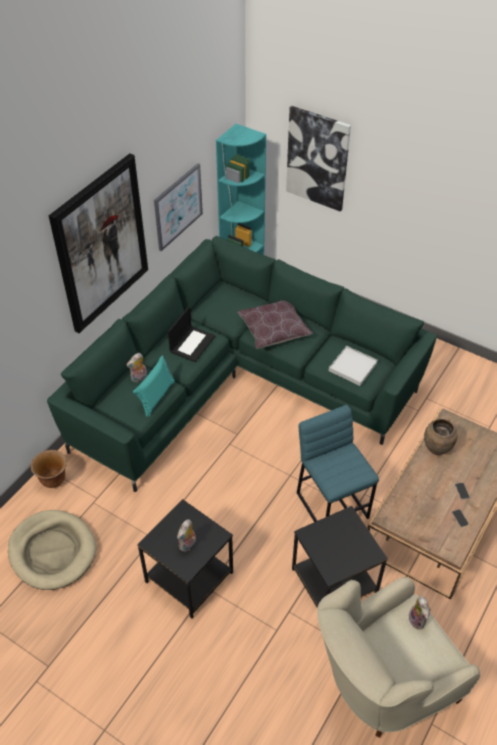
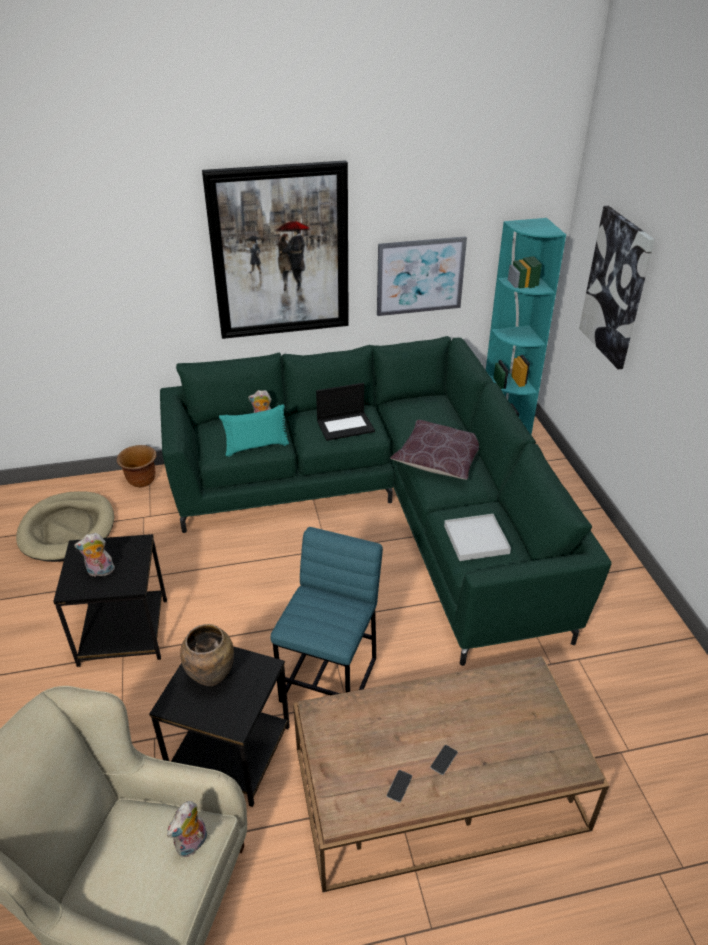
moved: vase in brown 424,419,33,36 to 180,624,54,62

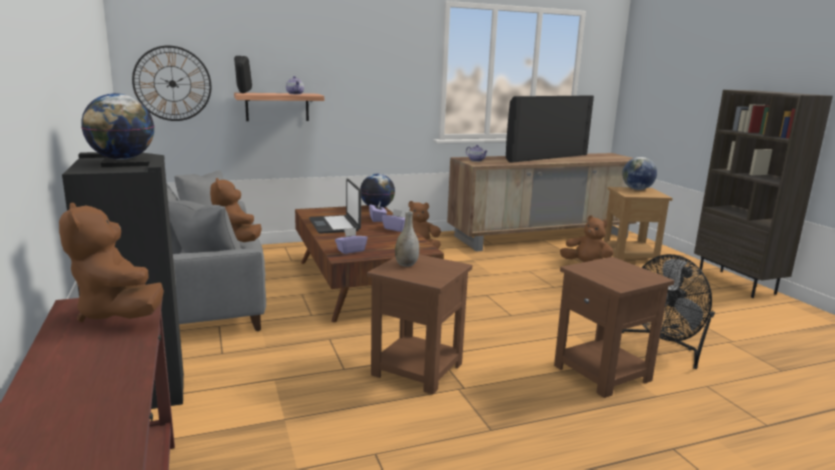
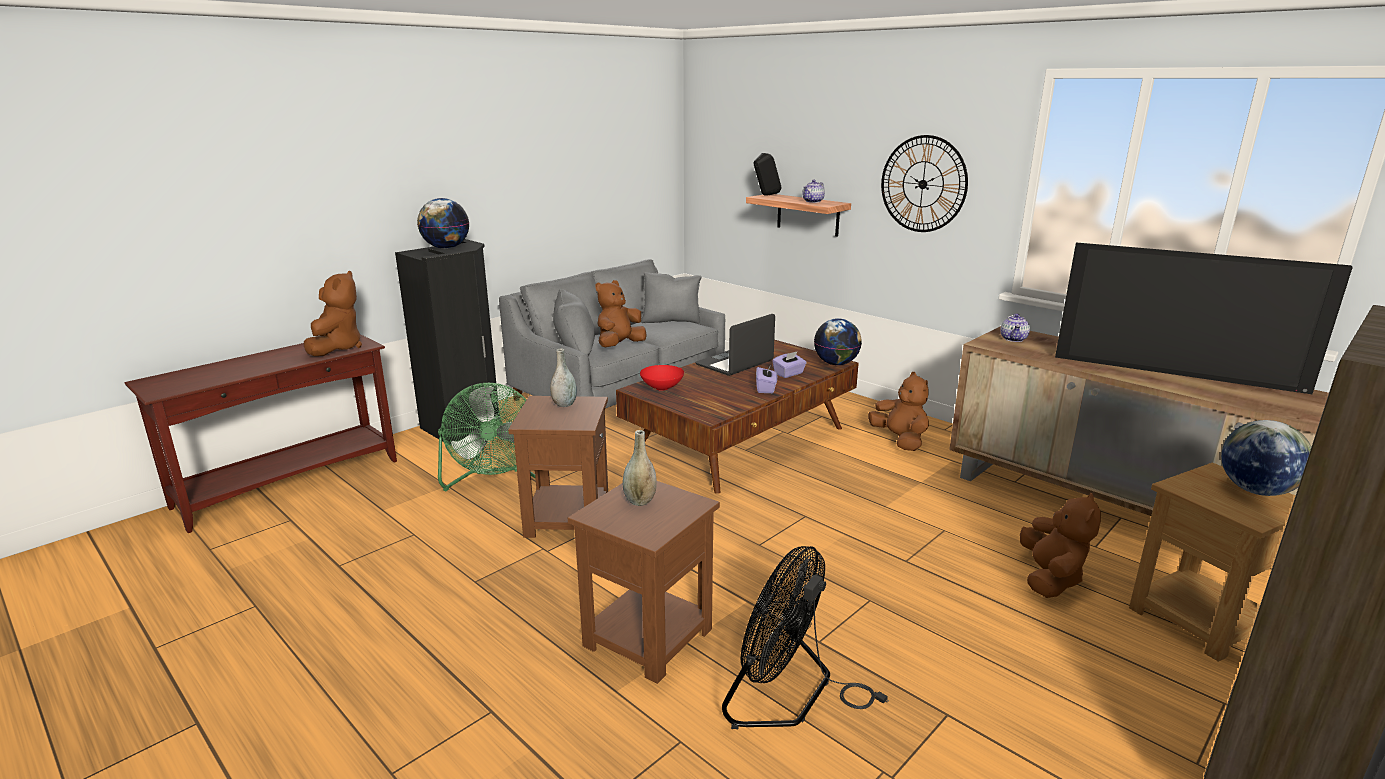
added: fan in green 438,383,97,109; vase in grey 622,430,35,76
moved: wall clock 132,46,79,75 to 881,135,87,97
replaced: tissue box in purple 335,228,33,26 to bowl in red 640,365,44,26
turned: plush toy in brown 59,203,105,119 = 304,271,58,85 150 degrees clockwise

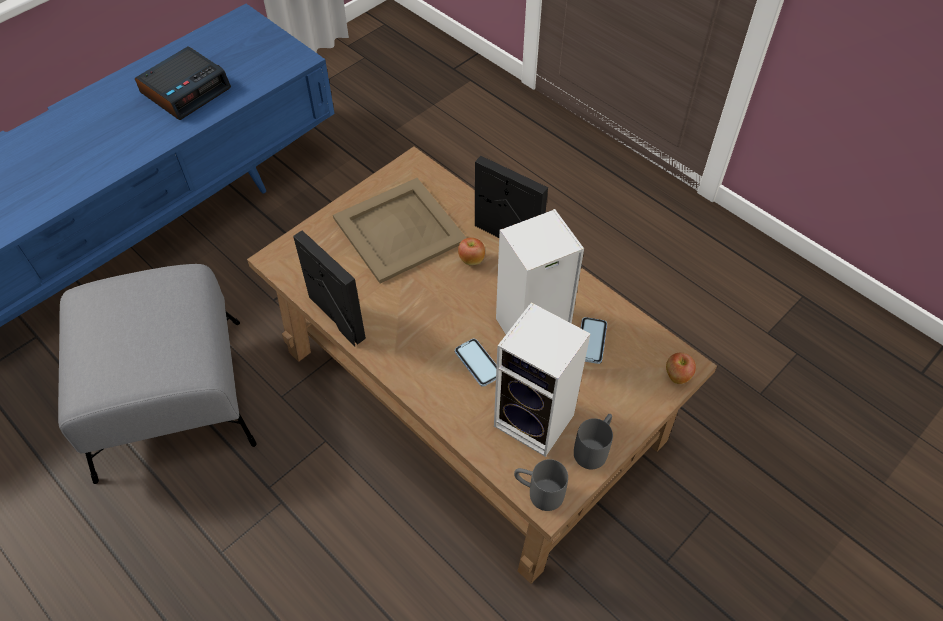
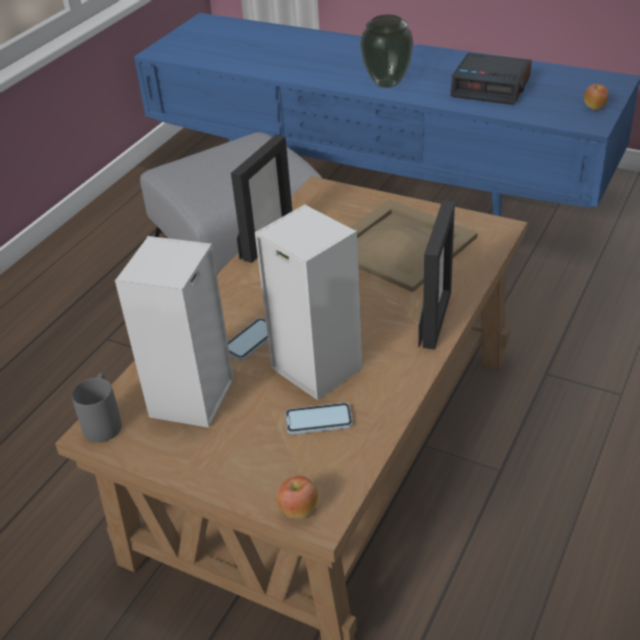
removed: mug in grey 574,414,39,55
added: vase 360,15,54,73
moved: apple 458,237,27,28 to 584,84,25,26

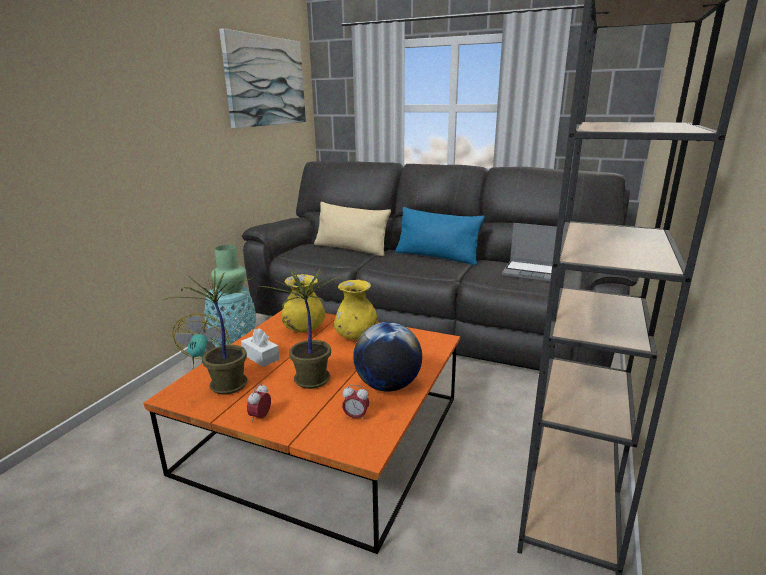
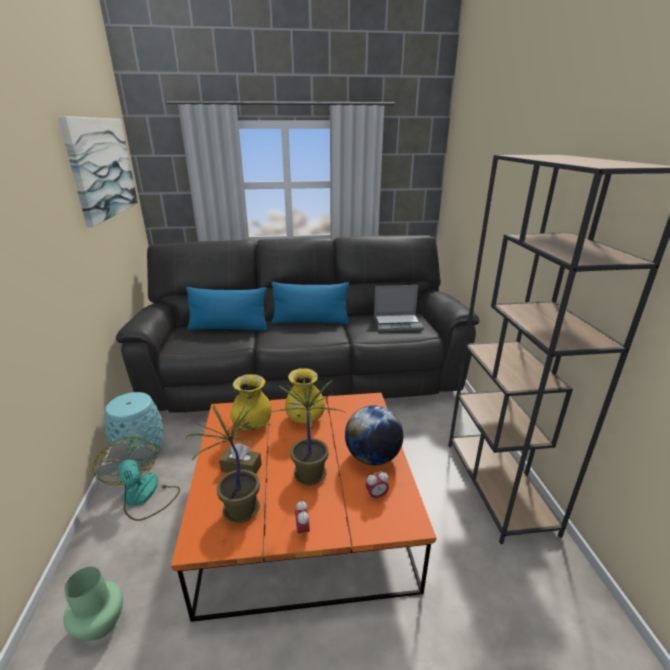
moved: vase in green 211,245,35,49 to 63,567,60,74
recoloured: tissue box in white 241,328,39,39 to tissue box in brown 219,443,42,31; pillow in beige 314,202,77,54 to pillow in blue 186,287,82,44

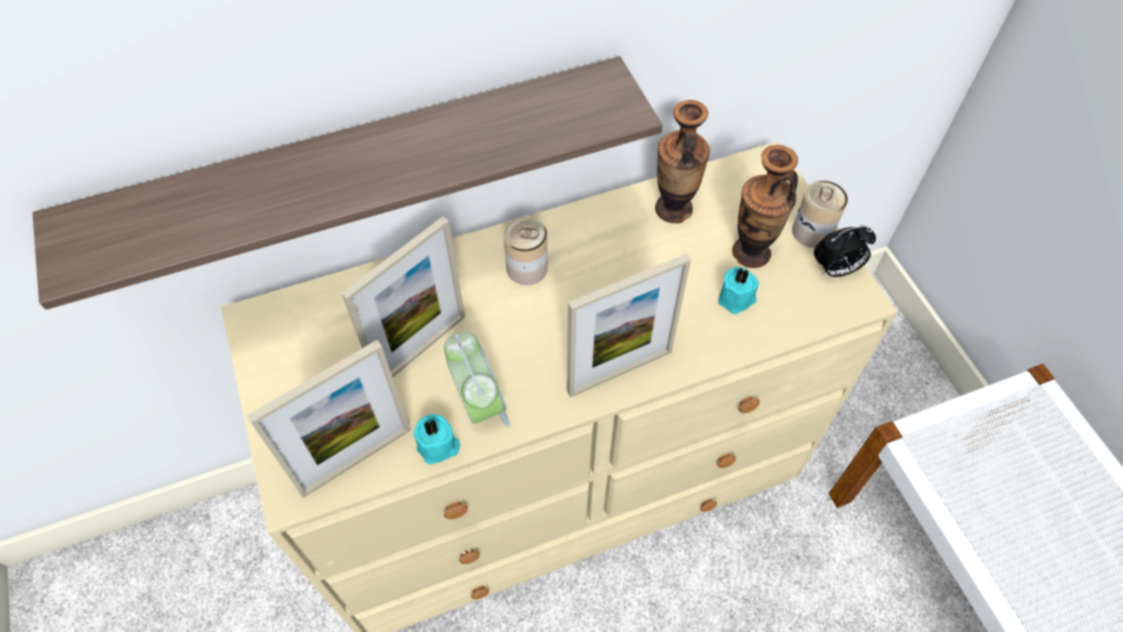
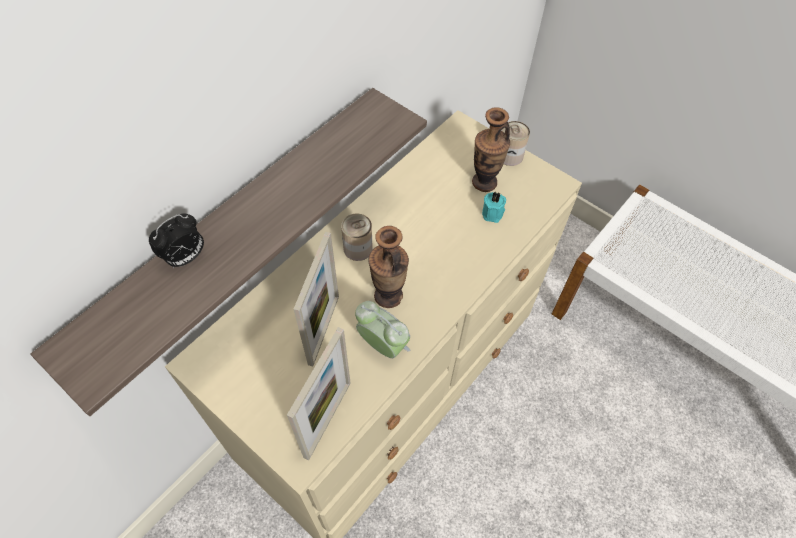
removed: candle in turquoise 413,414,47,51; picture frame 567,253,124,144
moved: vase 655,100,55,123 to 368,226,41,82; alarm clock 814,225,62,52 to 149,213,55,56

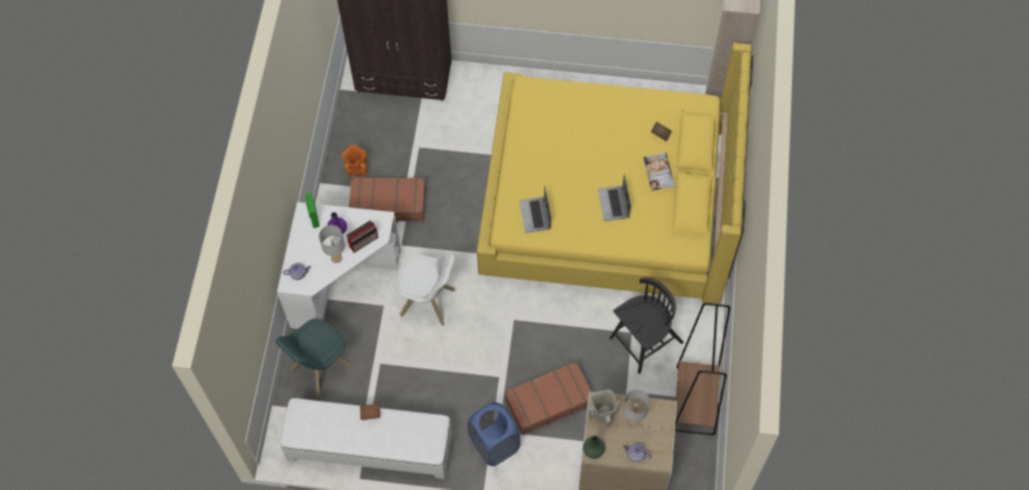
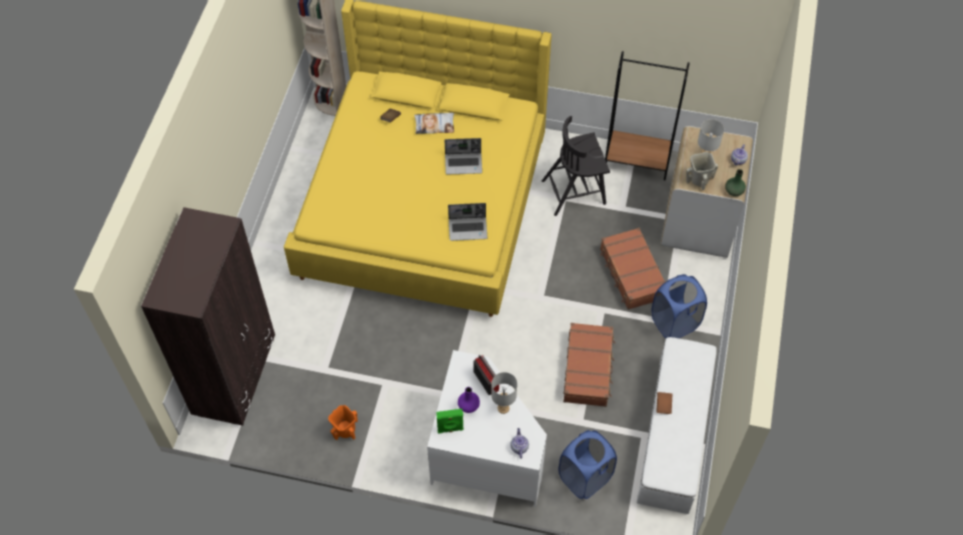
removed: chair in white 396,254,59,72
moved: suitcase in brown 349,177,77,46 to 563,323,52,84
replaced: chair in turquoise 276,319,77,78 to laundry basket in blue 558,430,59,69
turned: chair in black 610,277,74,97 = 542,116,68,100 75 degrees counterclockwise

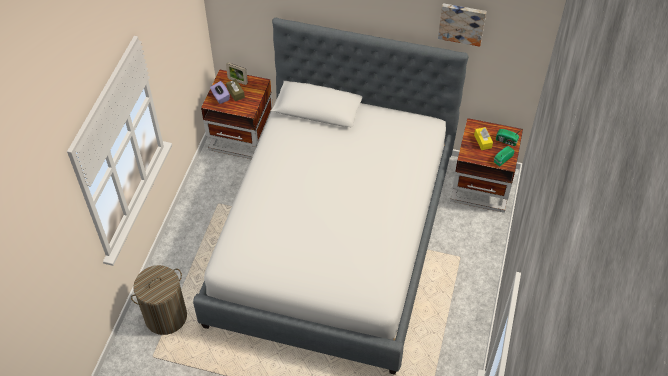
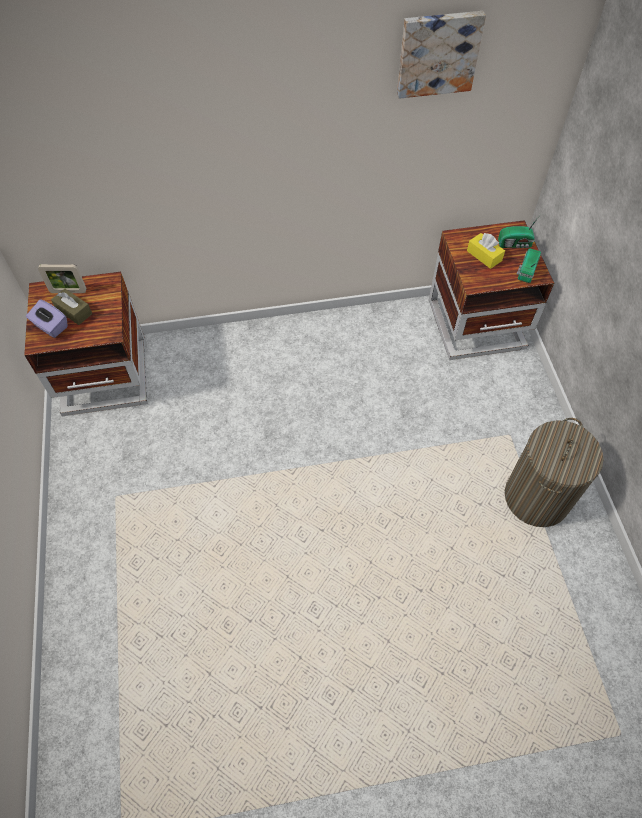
removed: bed 193,18,275,357
moved: laundry basket 131,265,56,70 to 505,418,99,109

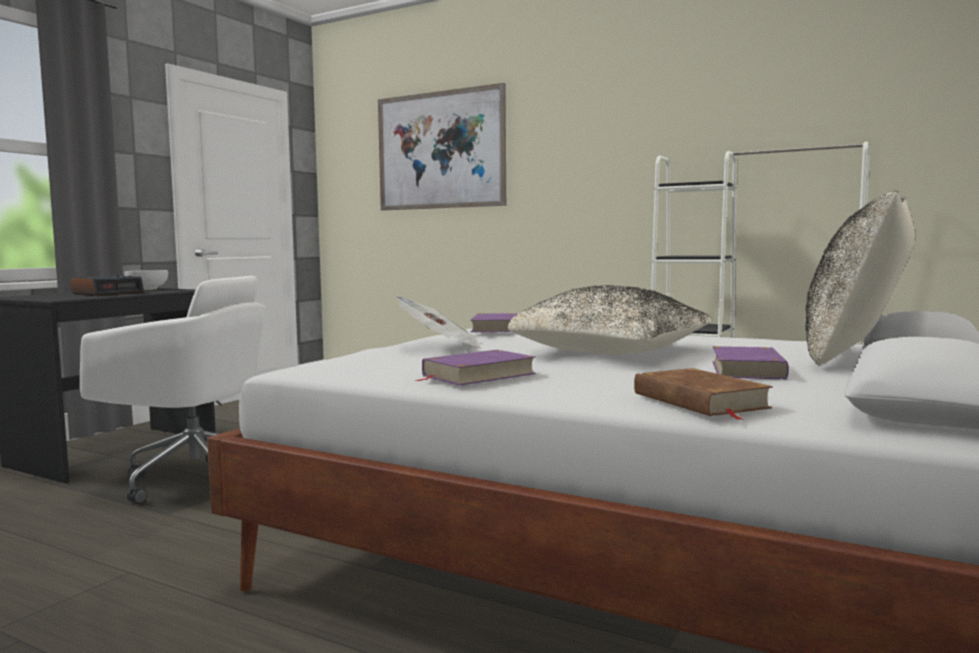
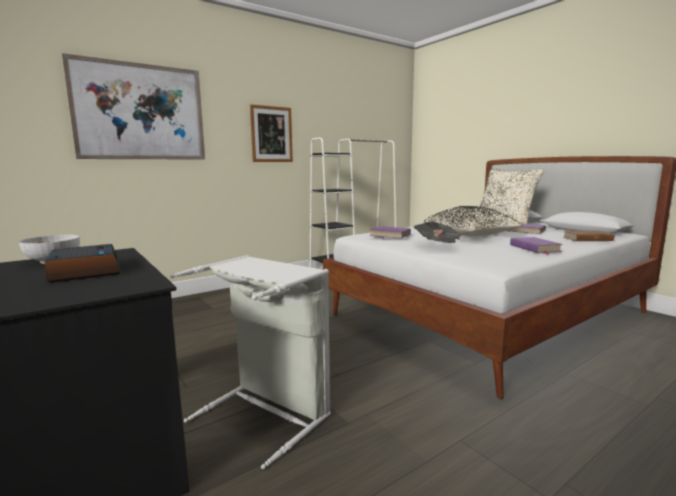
added: picture 250,104,43,58
replaced: office chair in white 80,276,186,228 to laundry basket in grey 170,255,161,214

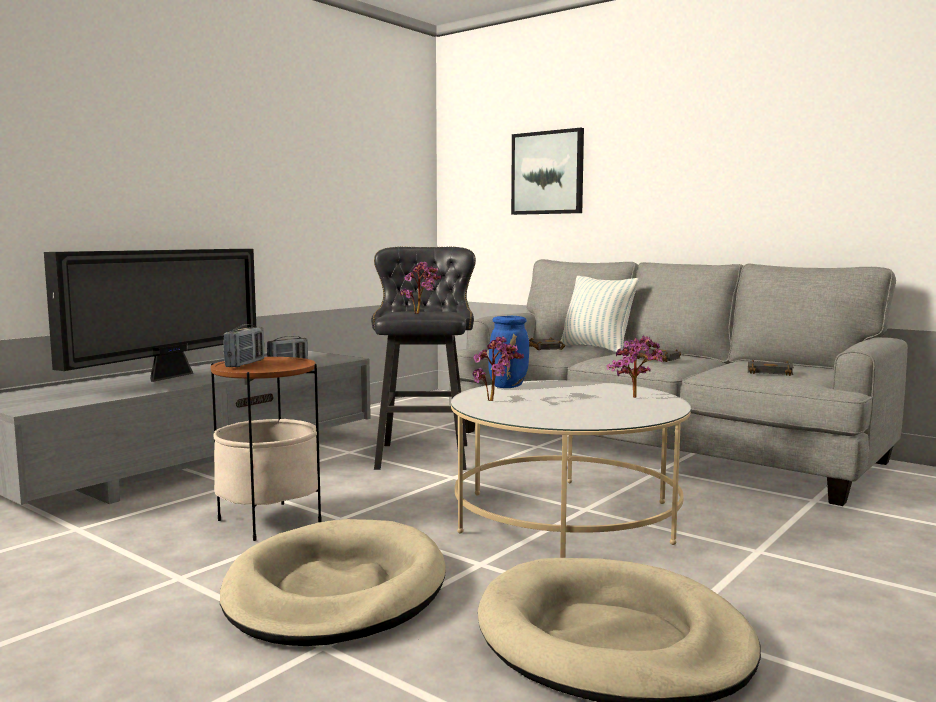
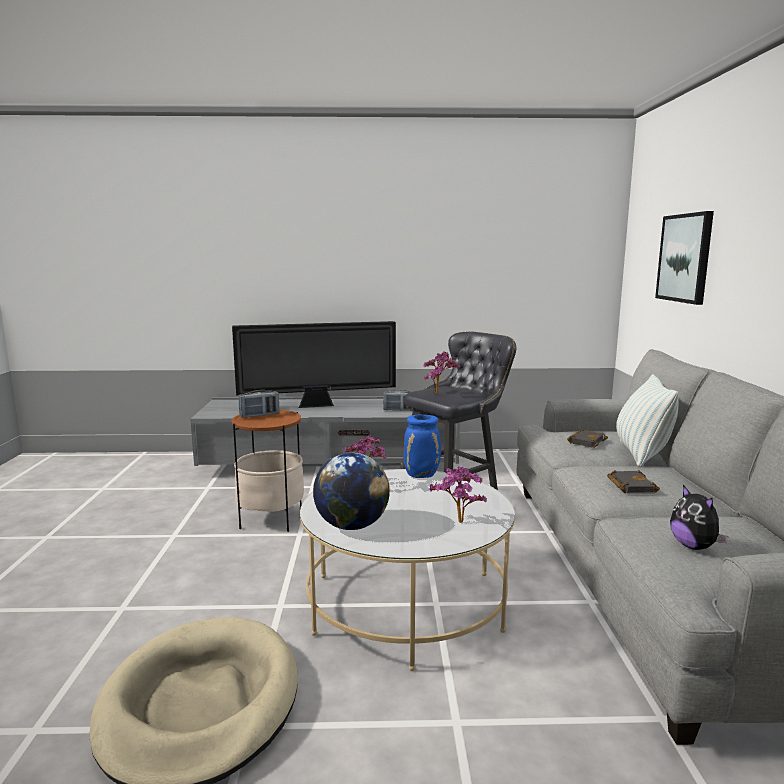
removed: dog bed in beige 220,519,226,127
added: globe 313,453,77,77
replaced: book in black 748,360,46,16 to plush toy 670,485,59,65

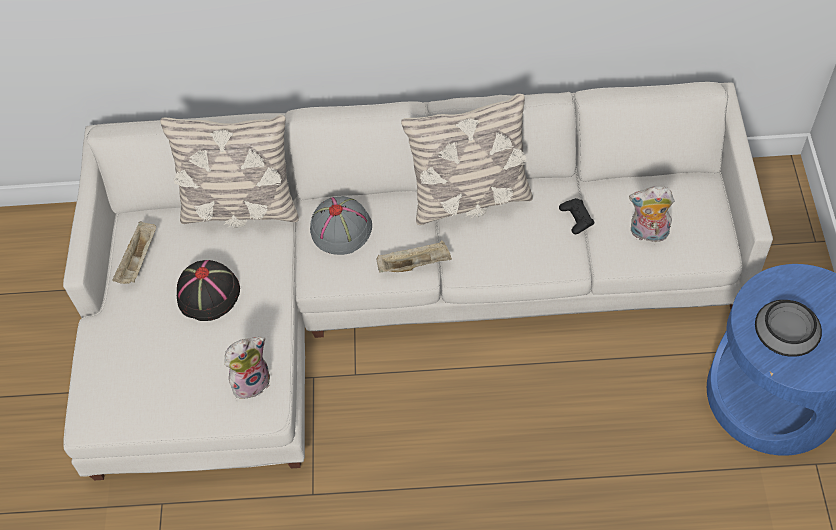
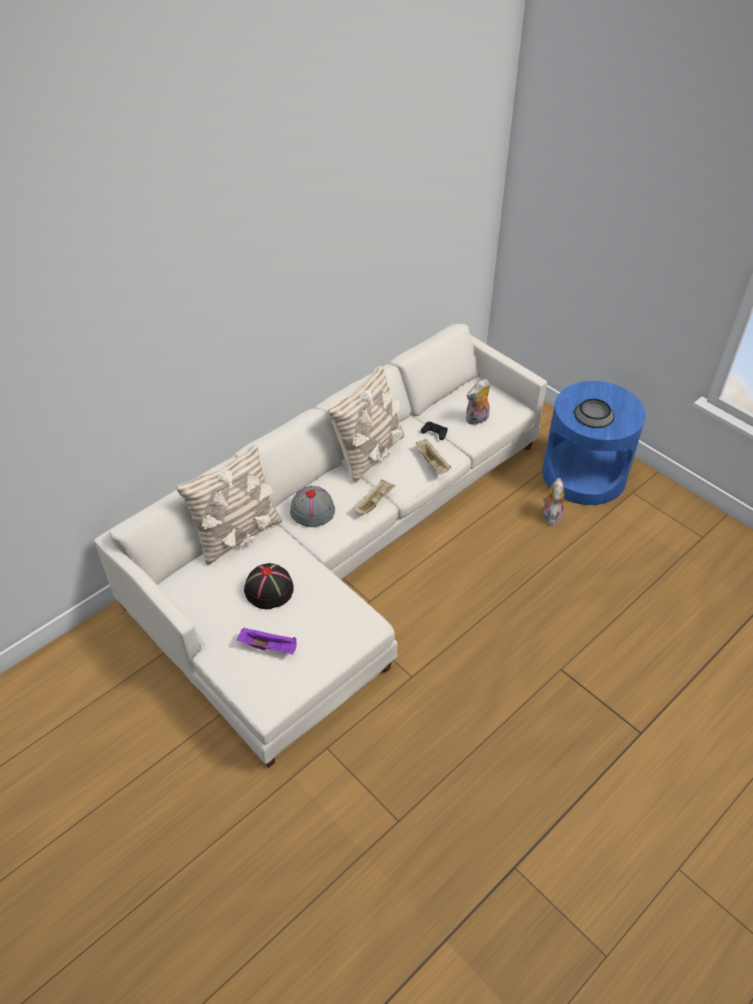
added: tray in purple 237,628,60,27
moved: tray in beige 112,221,44,63 to 415,439,36,35; plush toy 224,337,46,63 to 543,478,22,48

